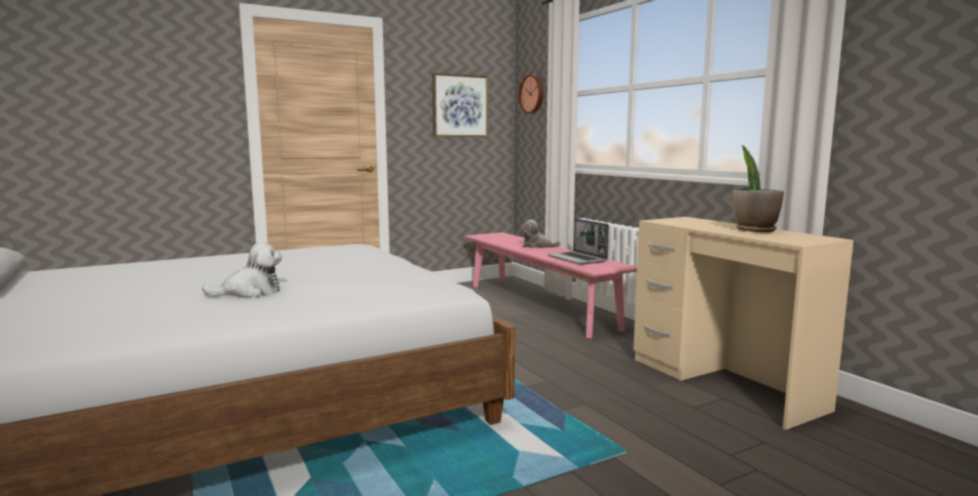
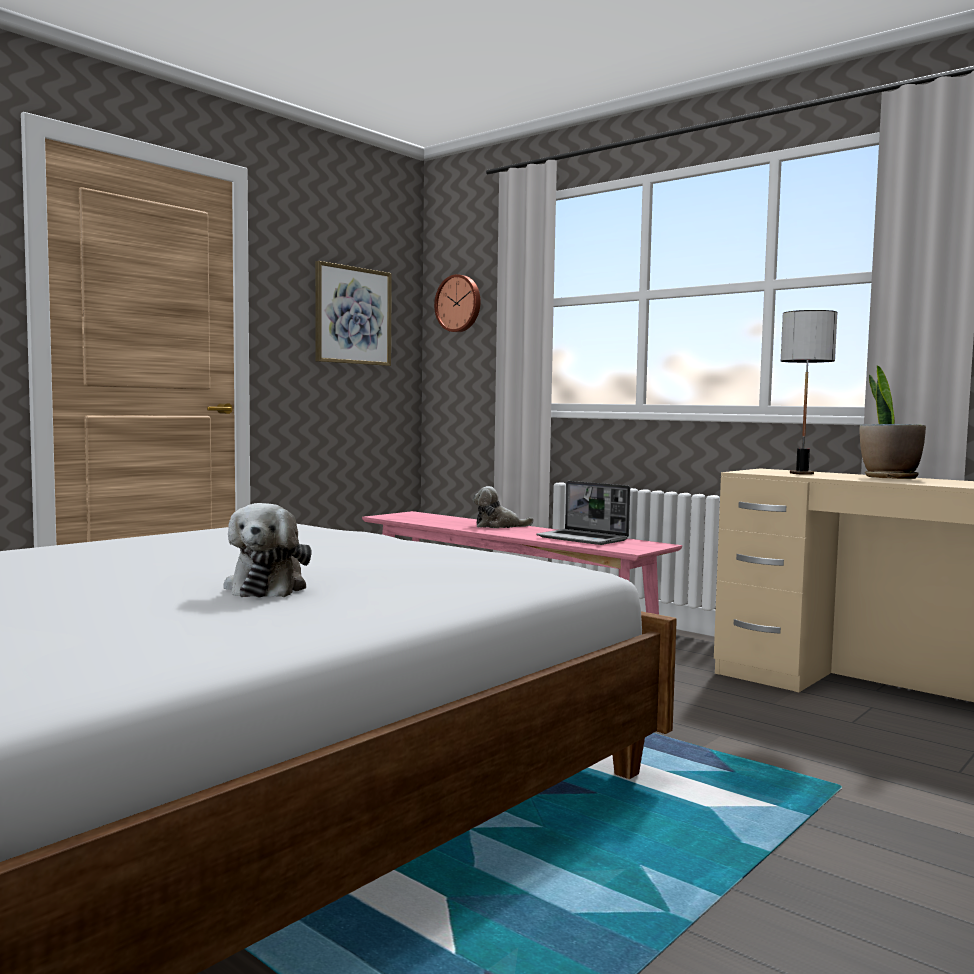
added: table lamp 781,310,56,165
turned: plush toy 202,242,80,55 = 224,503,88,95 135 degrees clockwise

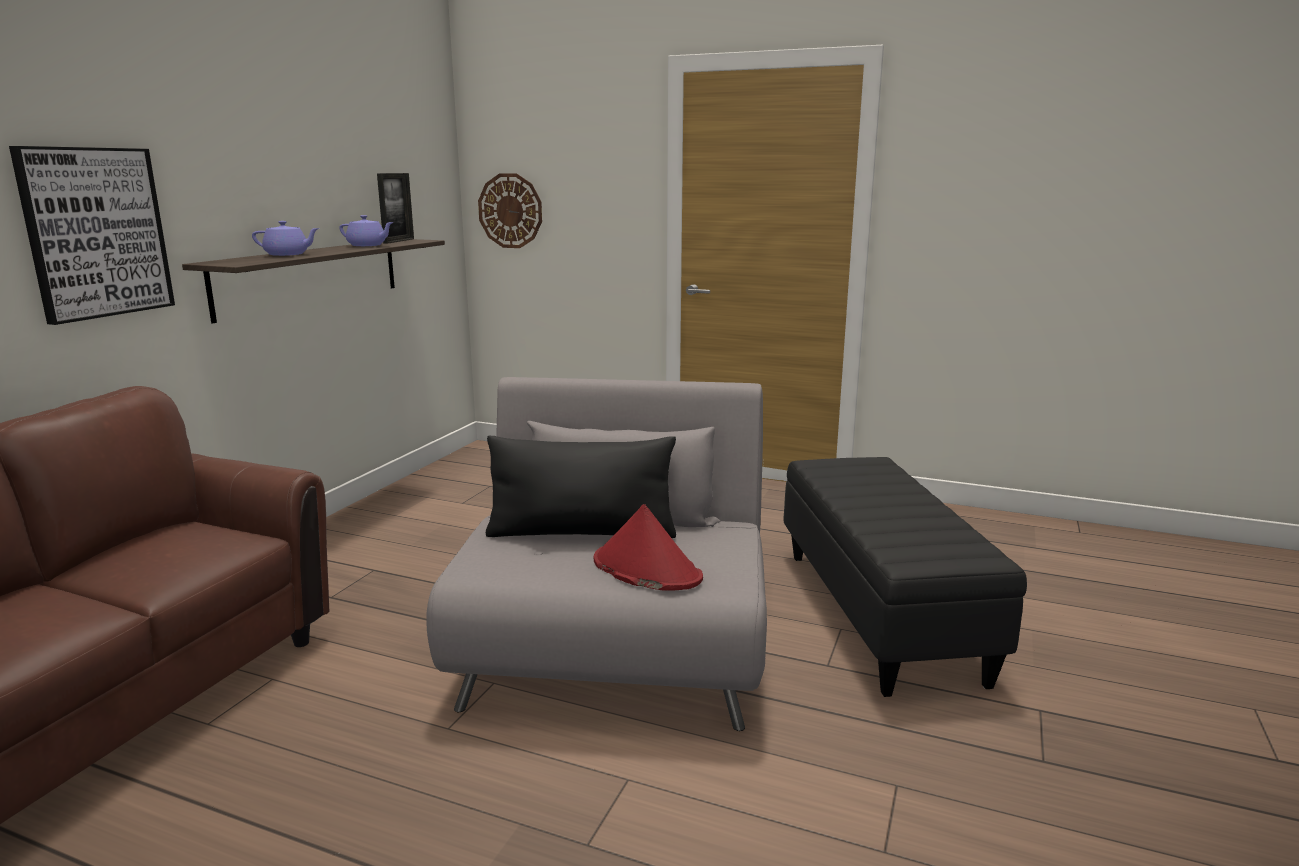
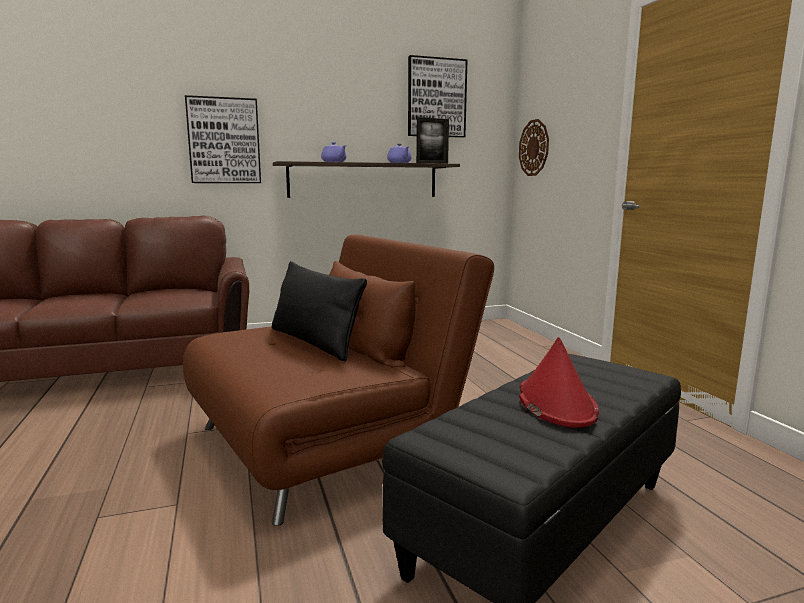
added: picture 408,55,59,83
moved: hat in red 594,504,109,87 to 519,337,80,91
recoloured: armchair in grey 426,377,341,354 to armchair in brown 183,235,311,291

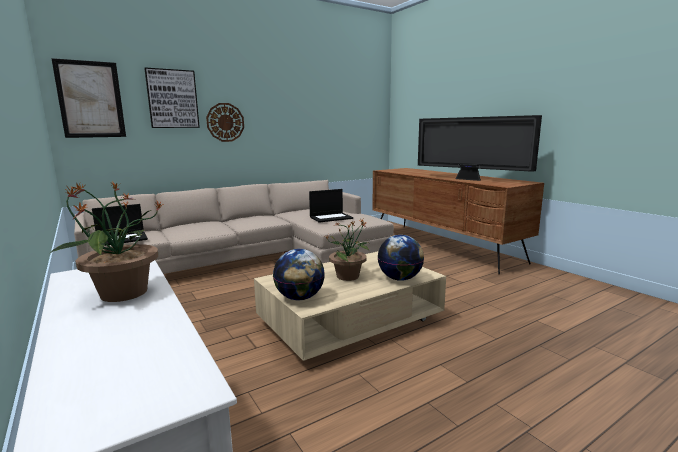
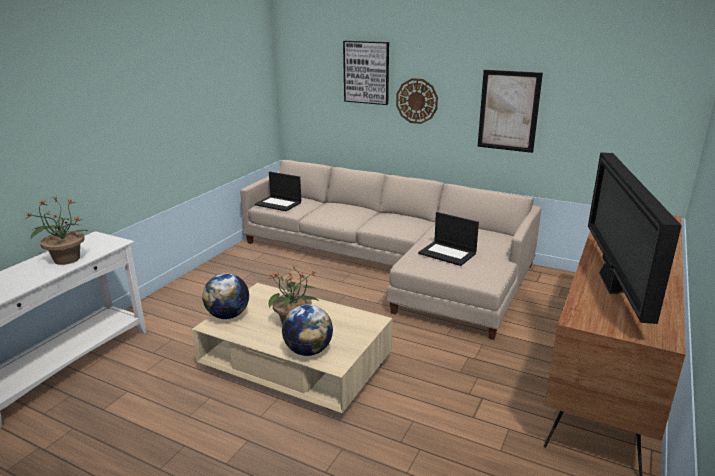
moved: picture 51,58,75,80 to 478,70,65,83

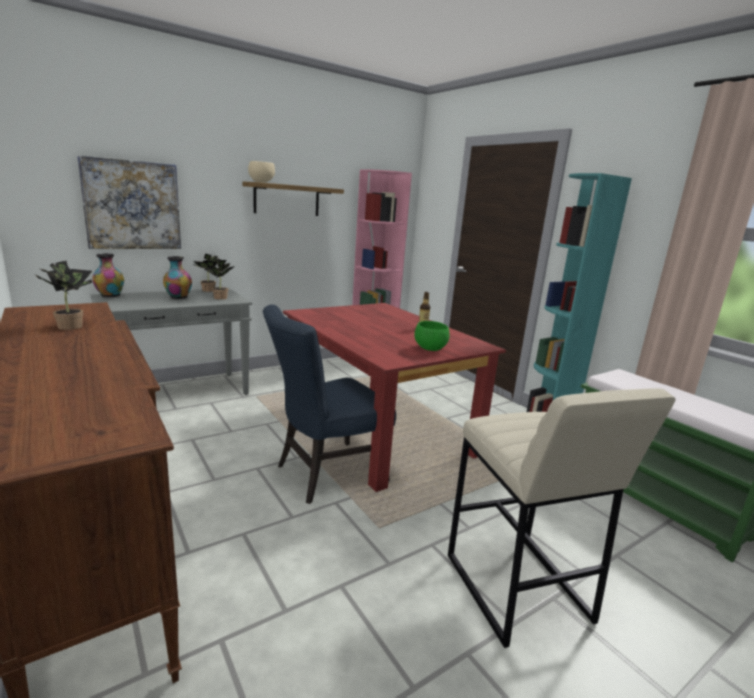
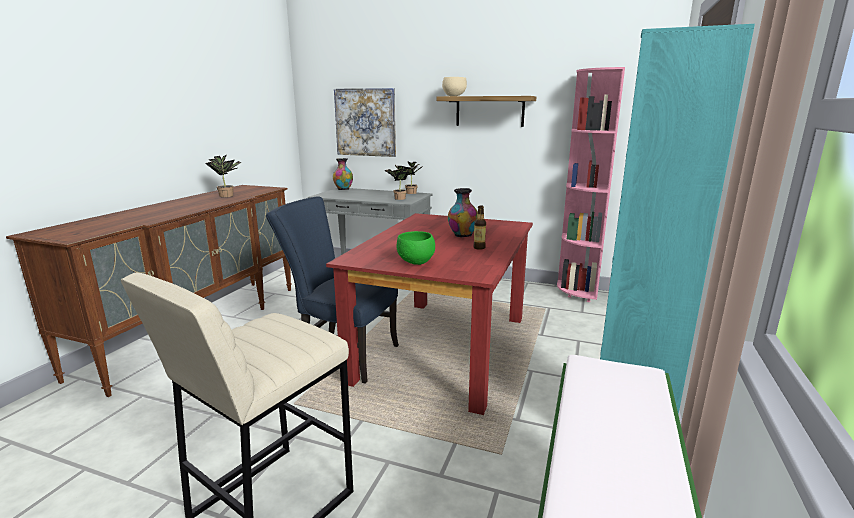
moved: vase 163,256,29,43 to 448,188,29,49

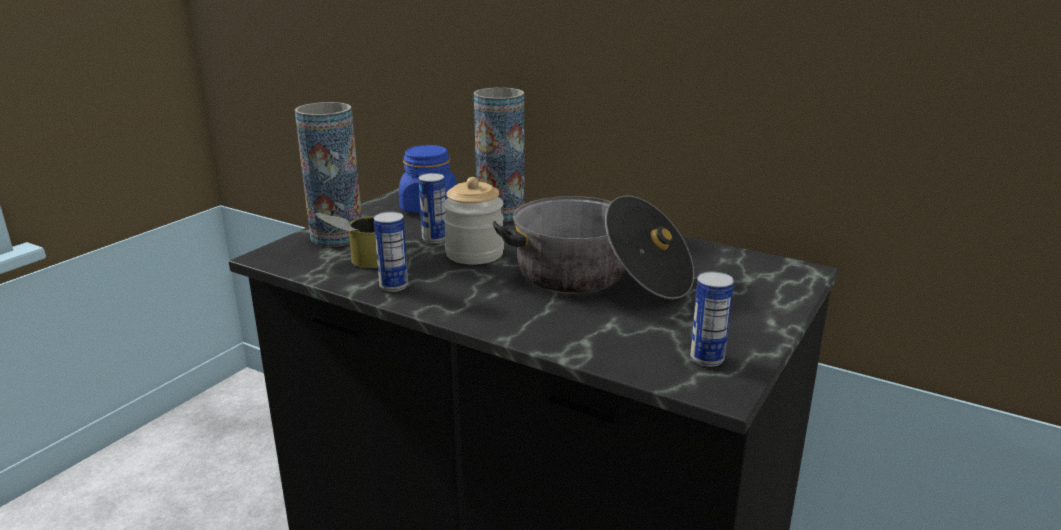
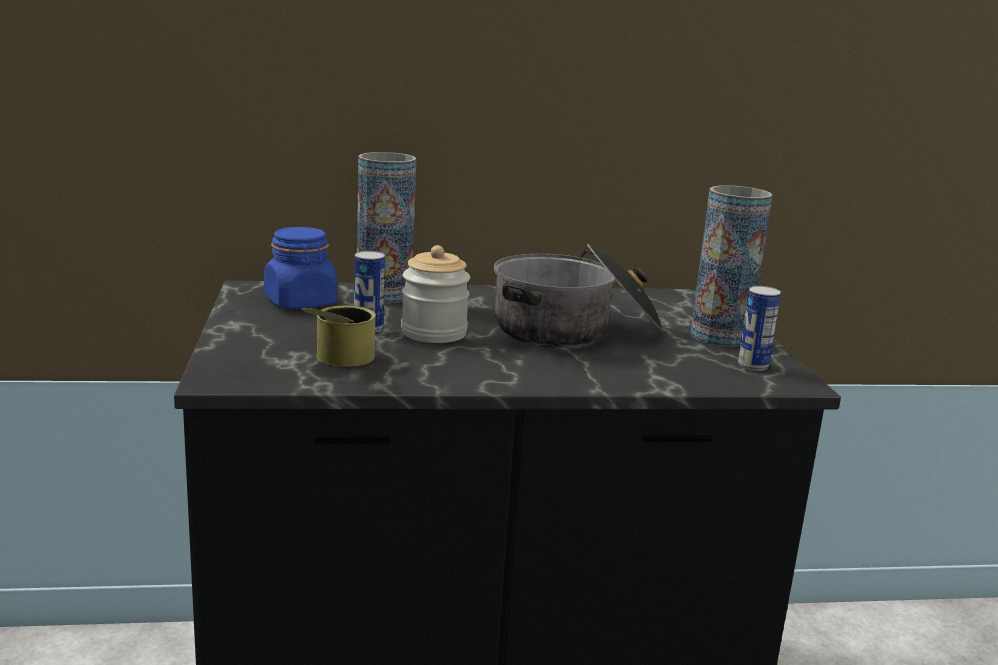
removed: can 374,212,34,80
moved: vase 295,102,67,145 to 691,185,81,162

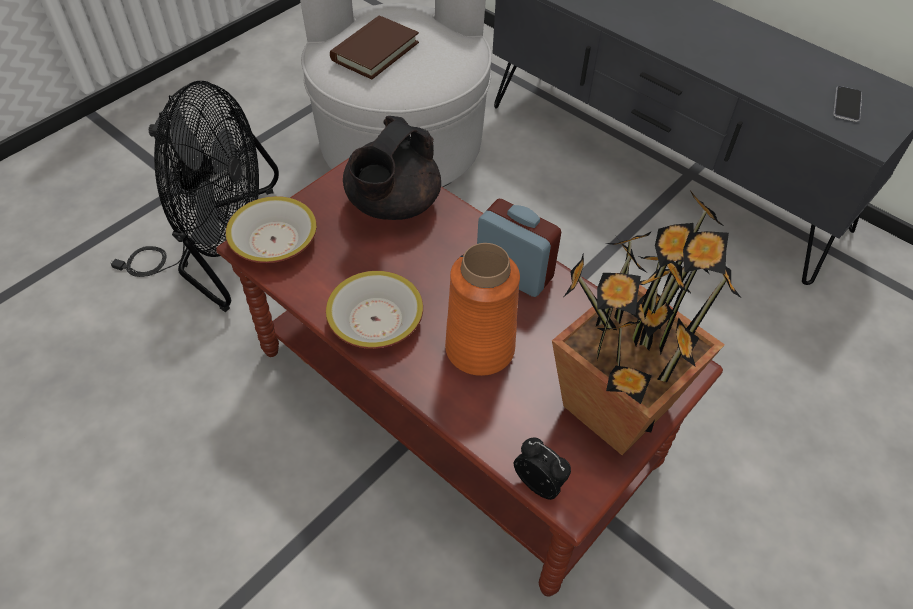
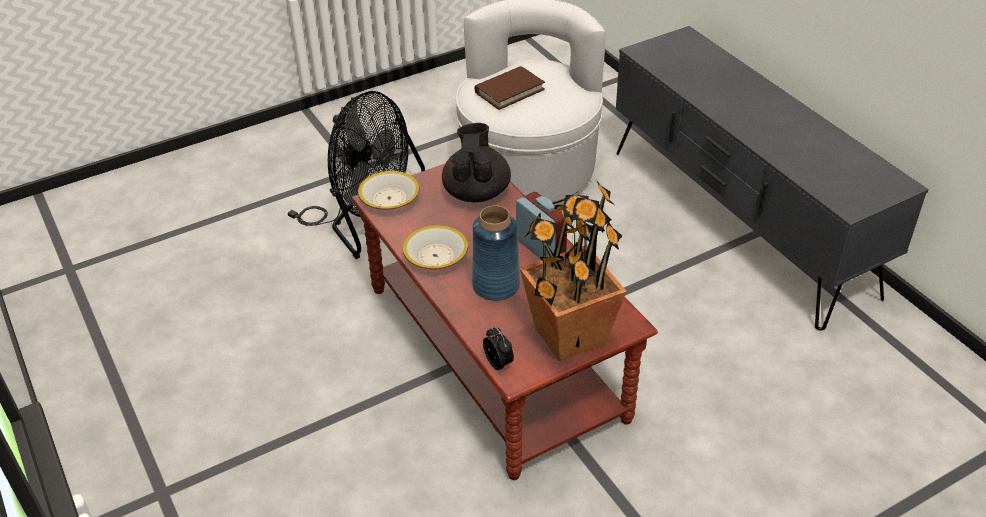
removed: phone 833,86,29,36
recoloured: vase in orange 445,243,75,133 to vase in blue 472,205,48,96
turned: teapot in black 343,116,98,104 = 442,123,69,80 135 degrees clockwise

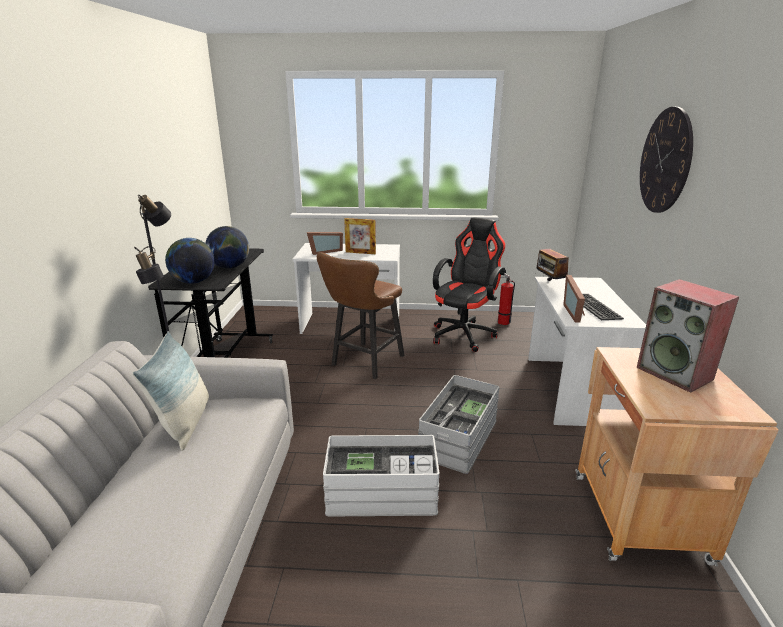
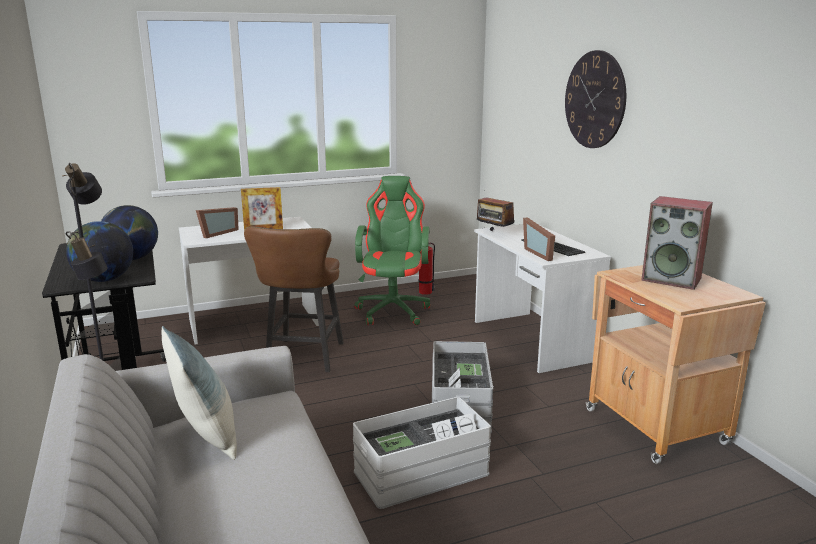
recoloured: office chair in black 433,218,73,134 to office chair in green 354,176,77,149

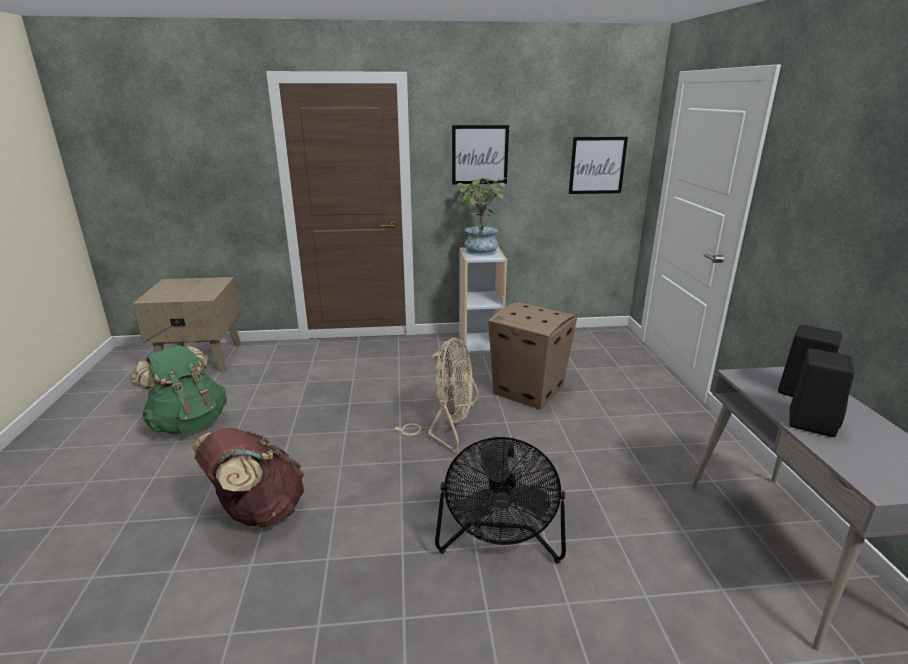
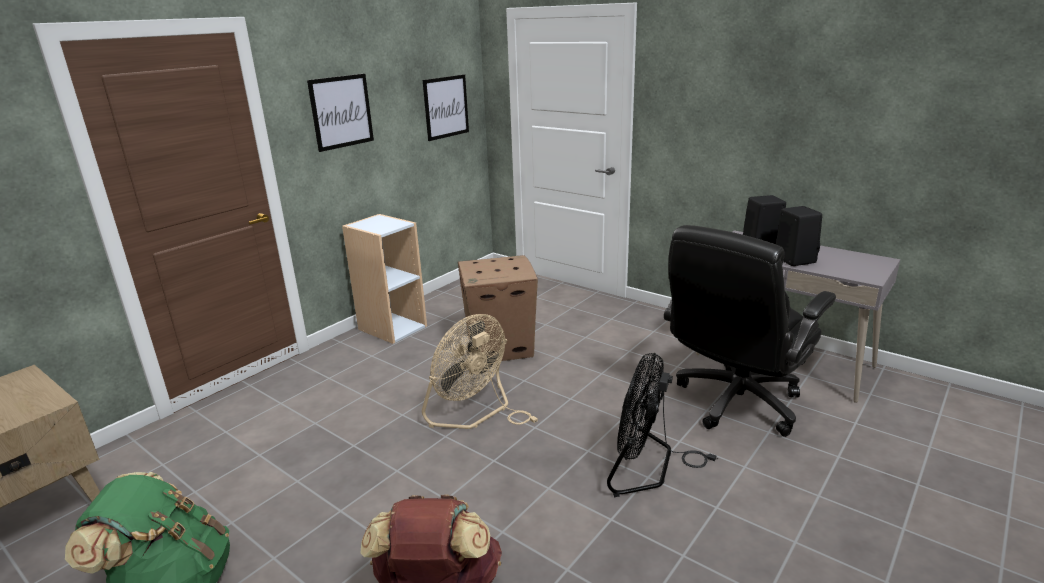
removed: potted plant 457,178,49,78
added: office chair in black 664,225,172,212
turned: fan in beige 393,338,86,115 = 422,314,116,115 105 degrees counterclockwise; fan in black 435,436,131,128 = 607,352,111,145 150 degrees clockwise

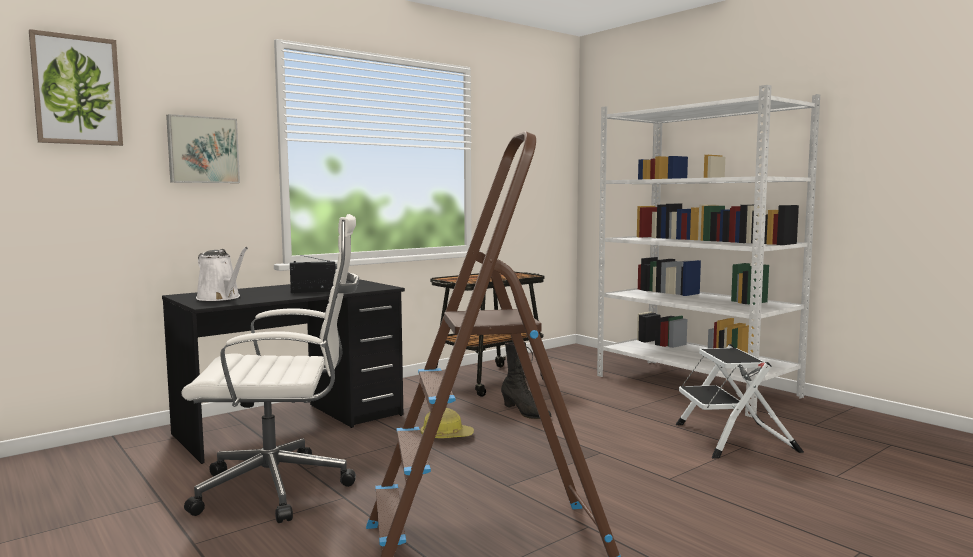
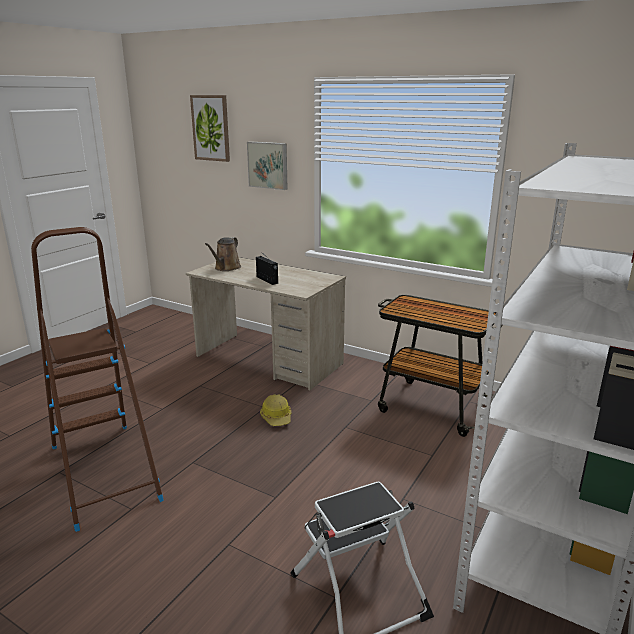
removed: office chair in white 181,214,178,309; boot in black 501,342,51,77
recoloured: desk in black 162,279,243,185 to desk in beige 186,257,160,134; watering can in white 196,247,52,54 to watering can in brown 205,237,36,34

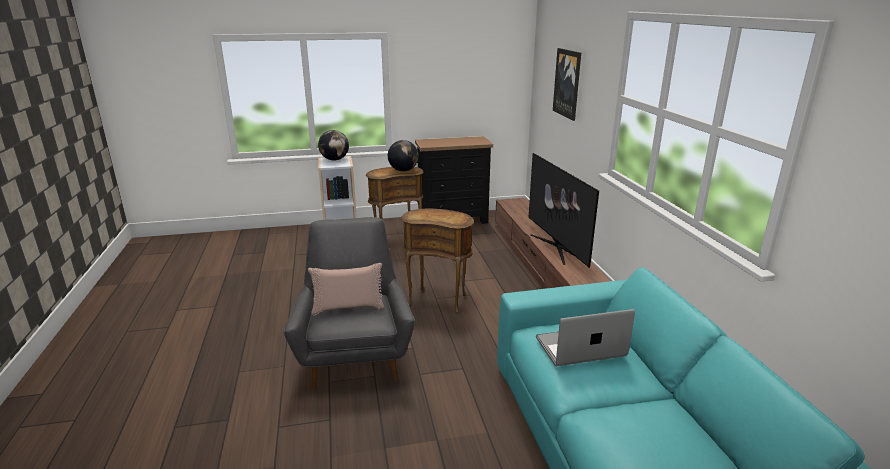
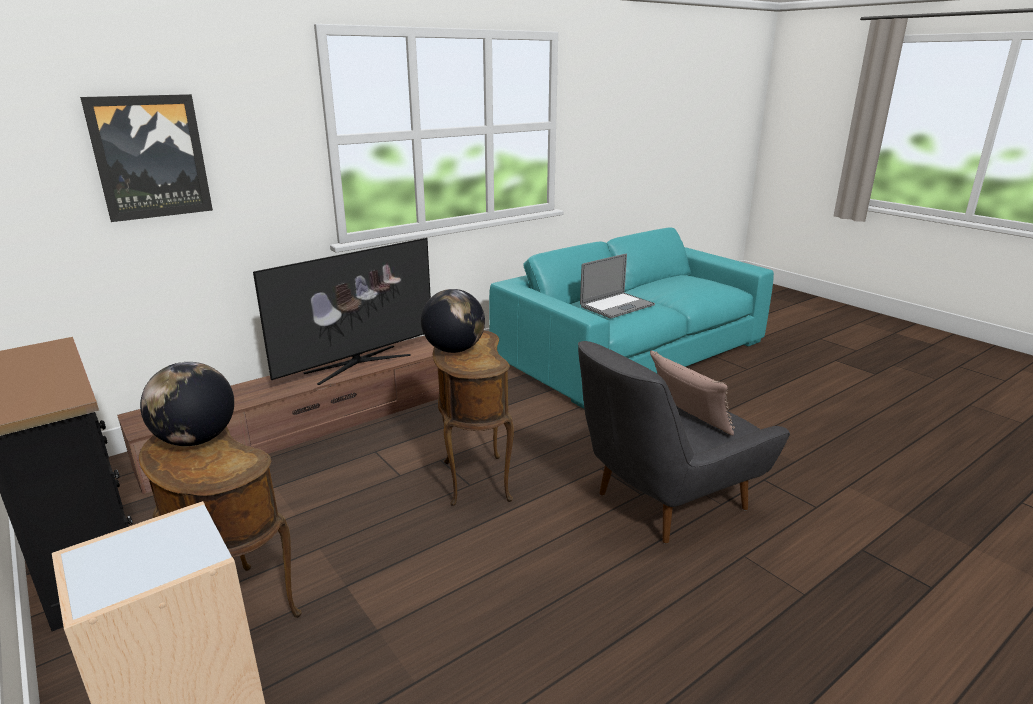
moved: globe 318,130,31,30 to 421,289,64,64
turned: laptop 536,309,99,57 = 580,253,75,65 90 degrees counterclockwise

